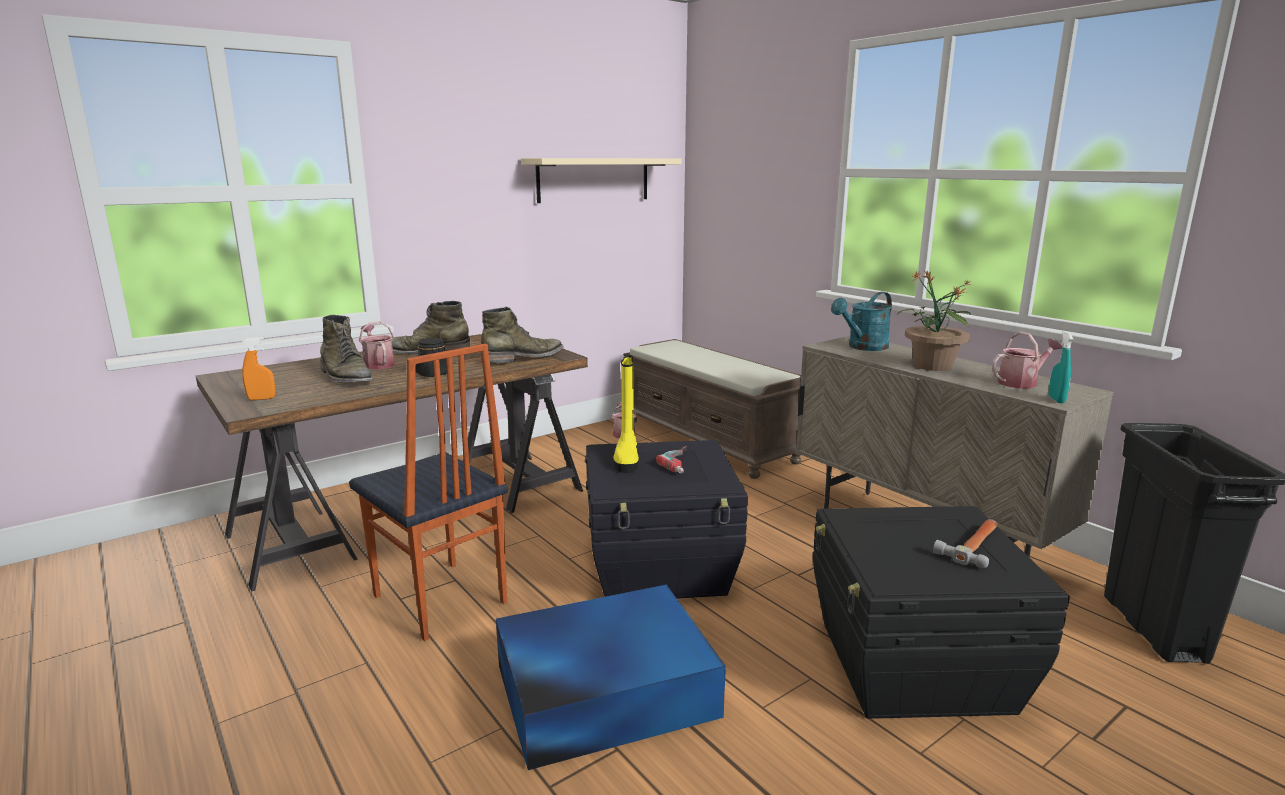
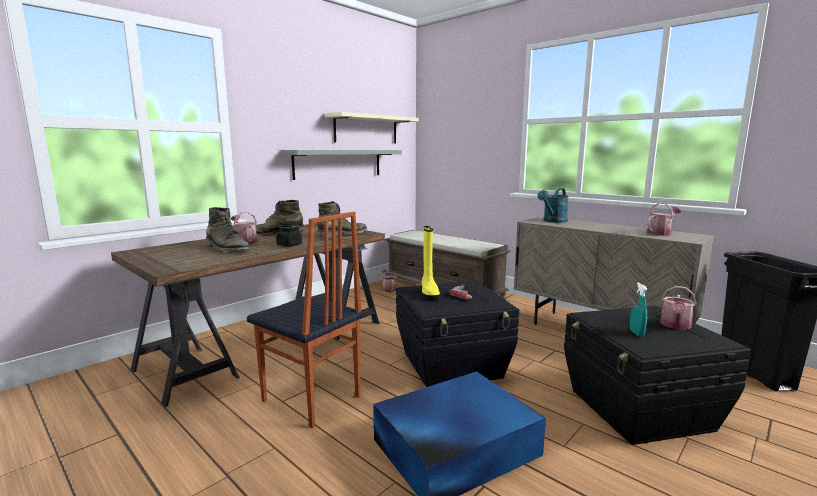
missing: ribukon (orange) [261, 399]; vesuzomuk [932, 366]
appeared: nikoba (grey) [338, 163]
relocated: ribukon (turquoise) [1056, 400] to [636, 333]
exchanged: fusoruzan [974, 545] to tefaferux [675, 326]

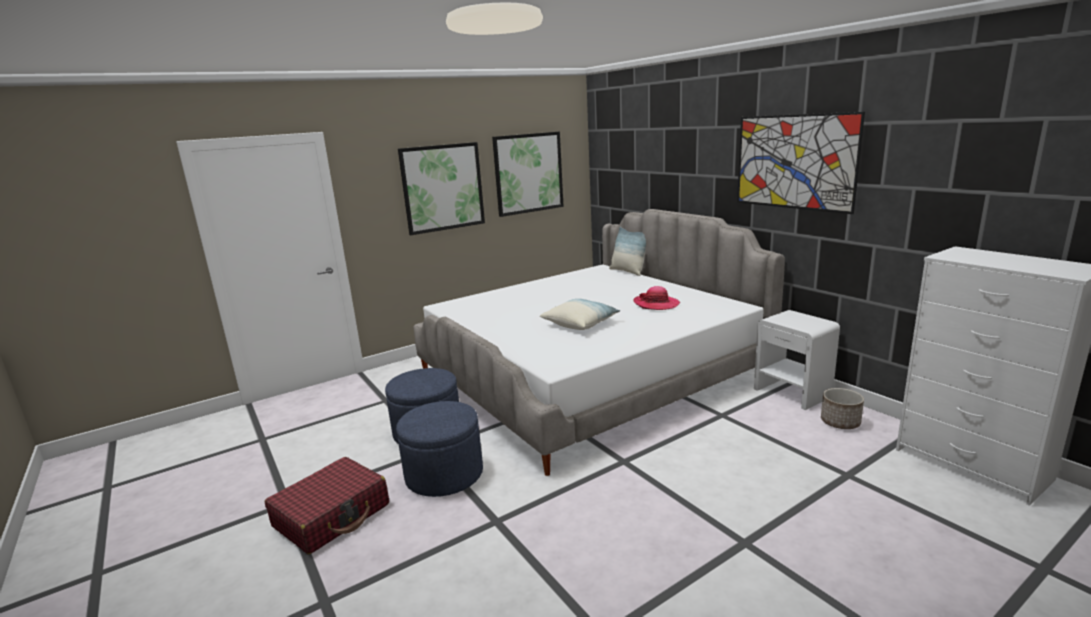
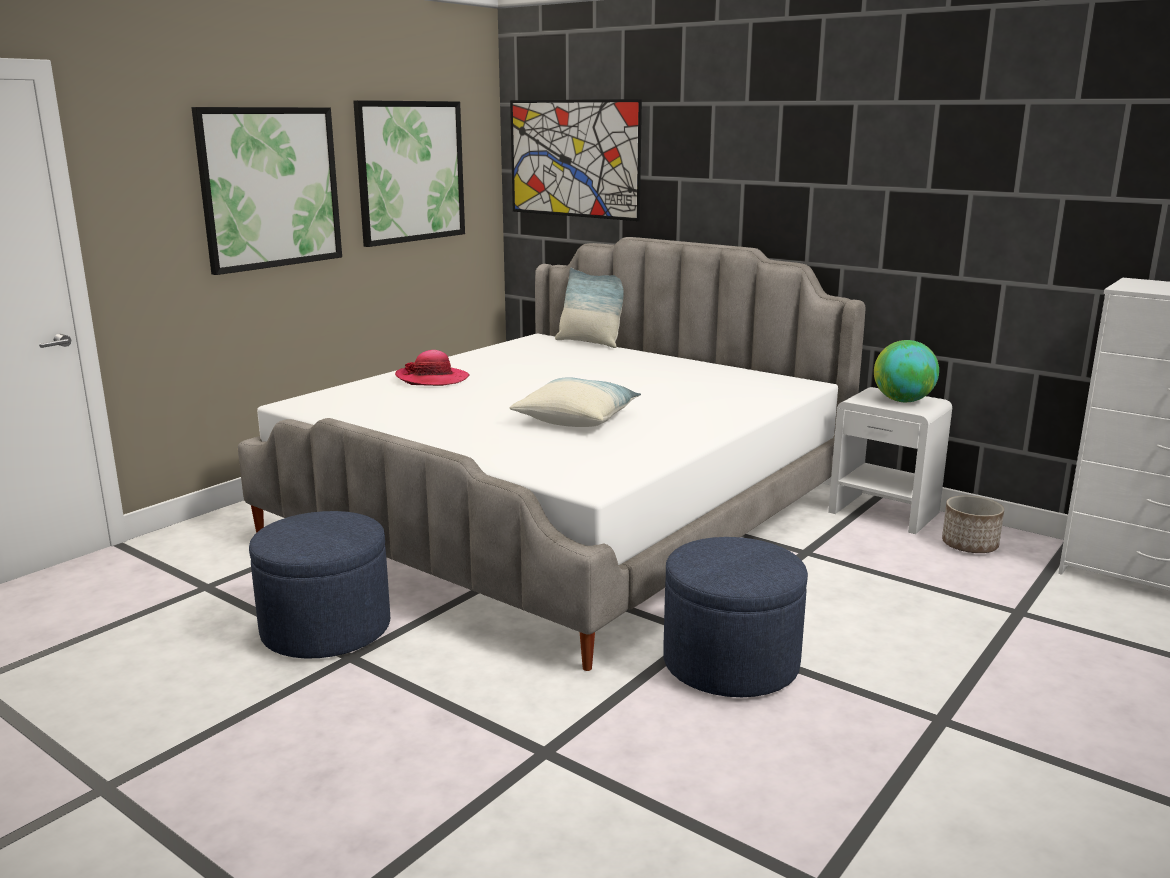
missing: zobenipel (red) [332, 515]
appeared: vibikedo [902, 401]
relocated: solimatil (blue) [444, 474] to [730, 663]; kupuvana [656, 304] to [432, 379]; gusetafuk [794, 162] to [573, 158]

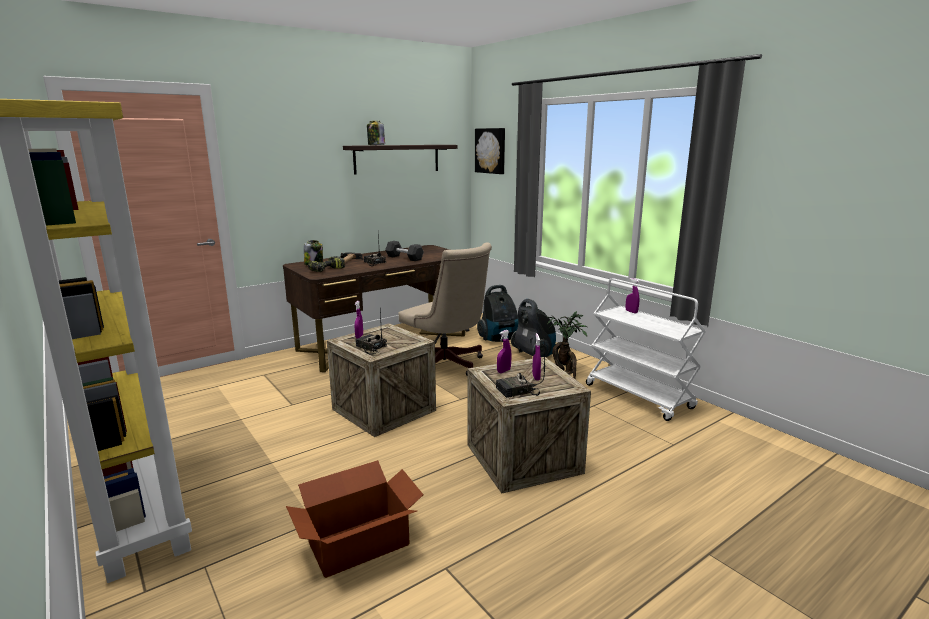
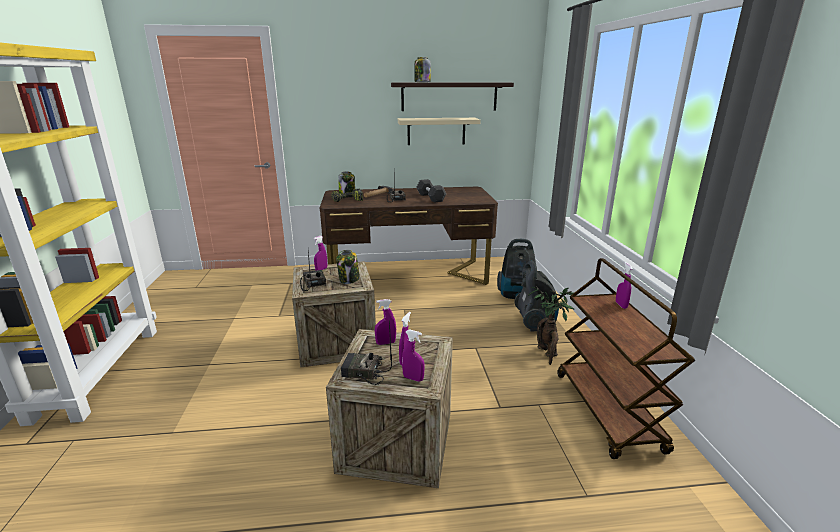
missing: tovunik [357, 543]; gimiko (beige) [447, 365]; gusetafuk [491, 151]
appeared: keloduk [349, 280]; nikoba (beige) [436, 131]; ribukon (purple) [413, 378]
colour: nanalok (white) [639, 396] to nanalok (brown) [608, 412]

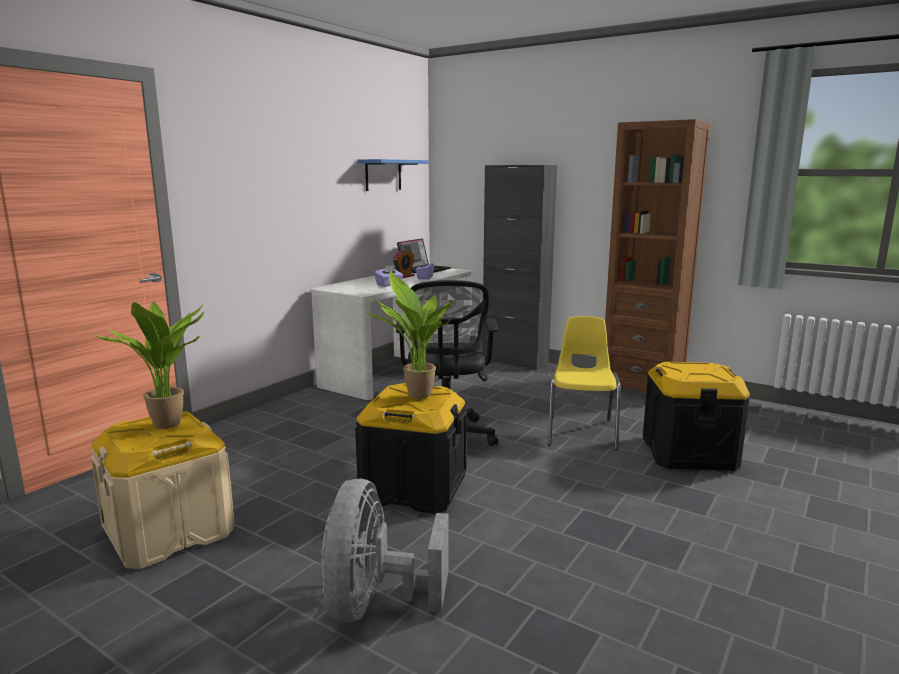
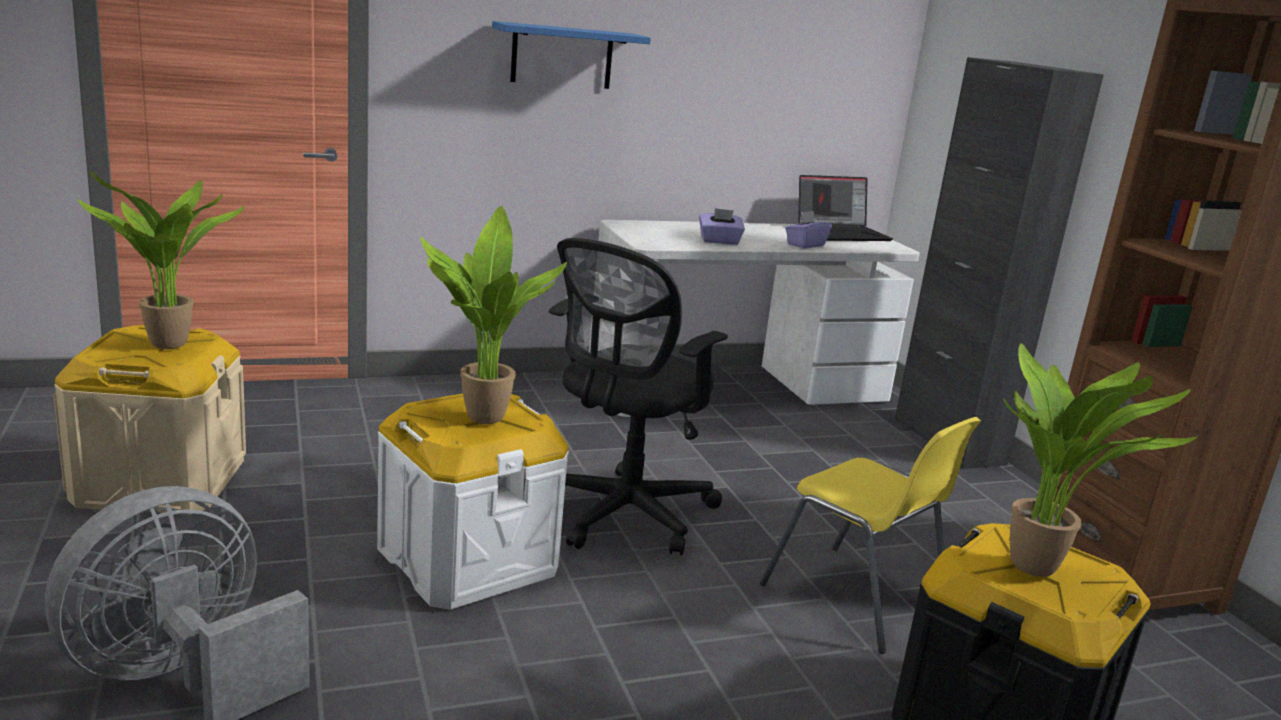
missing: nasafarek [404, 276]
appeared: vesuzomuk [1041, 569]
relocated: nikoba (blue) [383, 175] to [562, 56]
colour: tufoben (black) [414, 488] to tufoben (white) [468, 560]
spun: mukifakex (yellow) [581, 432] = [856, 599] 90 degrees clockwise

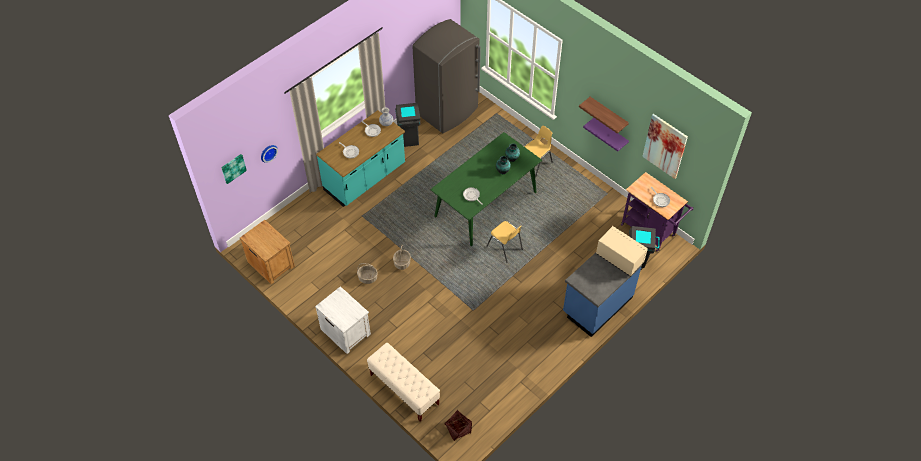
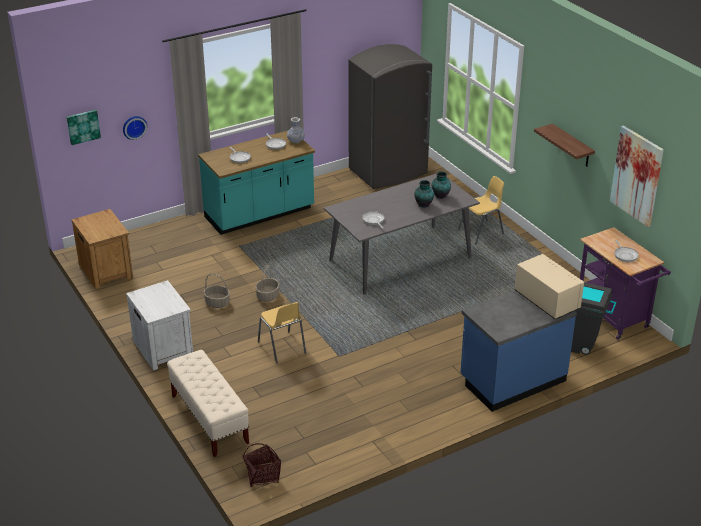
missing: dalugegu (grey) [409, 139]; nikoba (purple) [610, 134]
relocated: mukifakex (yellow) [505, 248] to [282, 348]
colour: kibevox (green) [485, 204] to kibevox (grey) [400, 259]

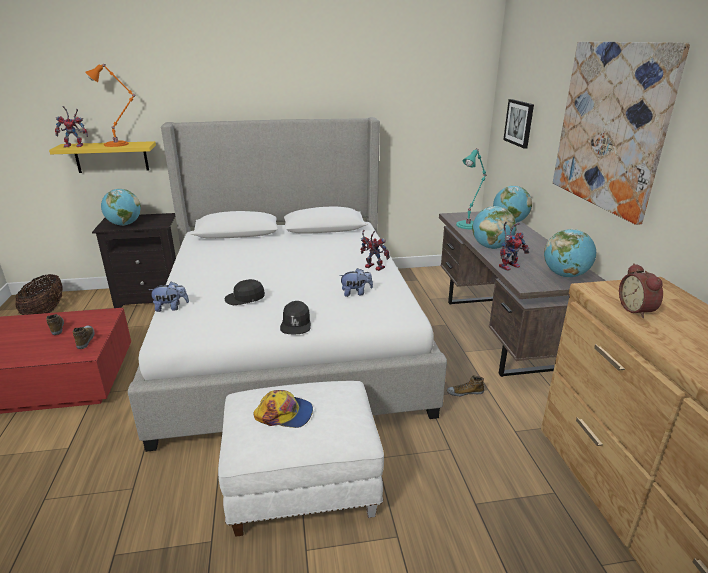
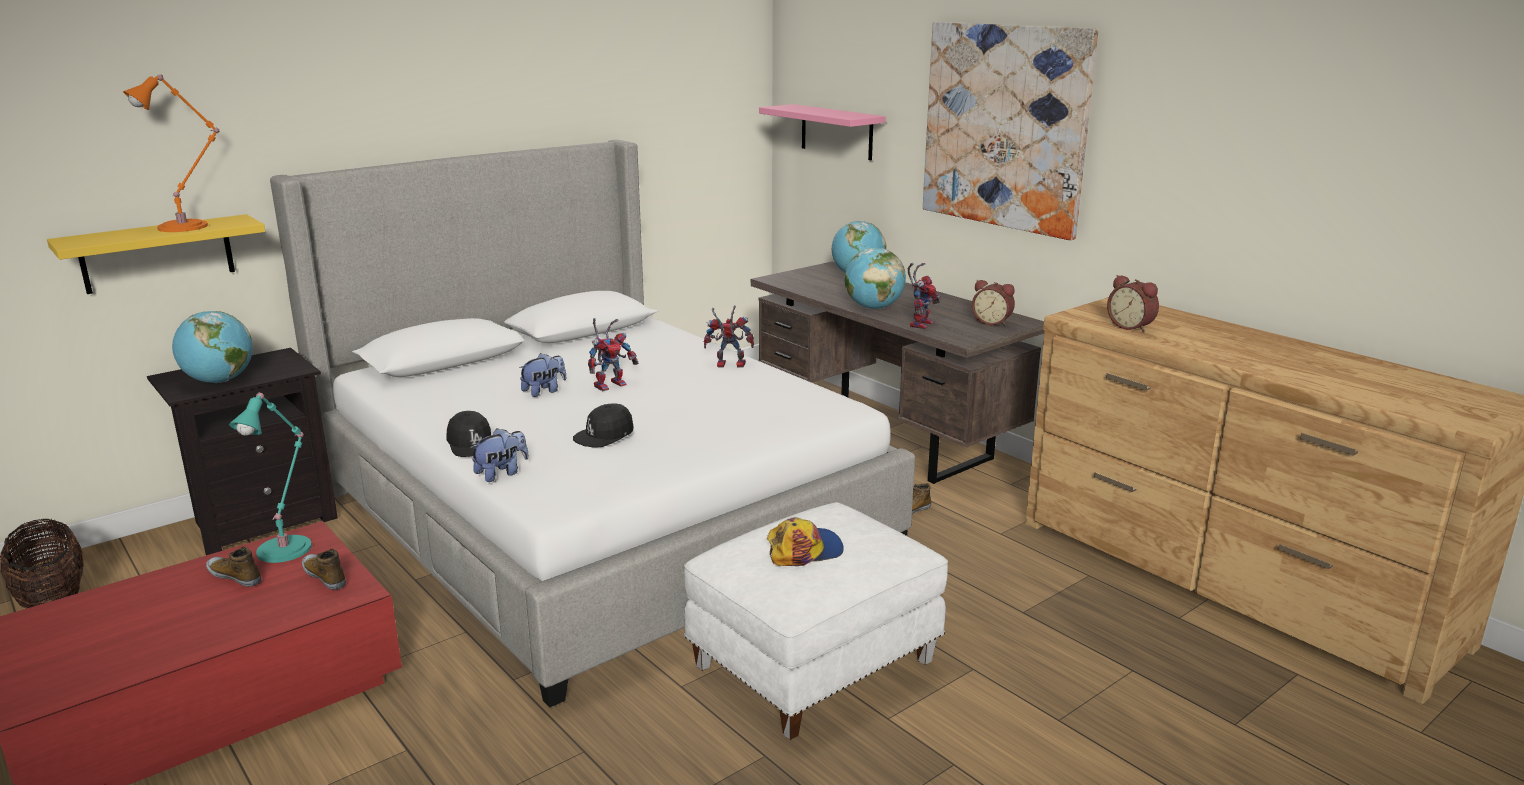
relocated: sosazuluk [76, 146] to [611, 384]; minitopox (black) [296, 323] to [472, 444]; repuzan [356, 293] to [544, 391]; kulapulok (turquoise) [469, 225] to [287, 547]
exchanged: gusetafuk [519, 123] to nikoba (pink) [836, 132]; vibikedo [565, 275] to nasafarek [992, 322]

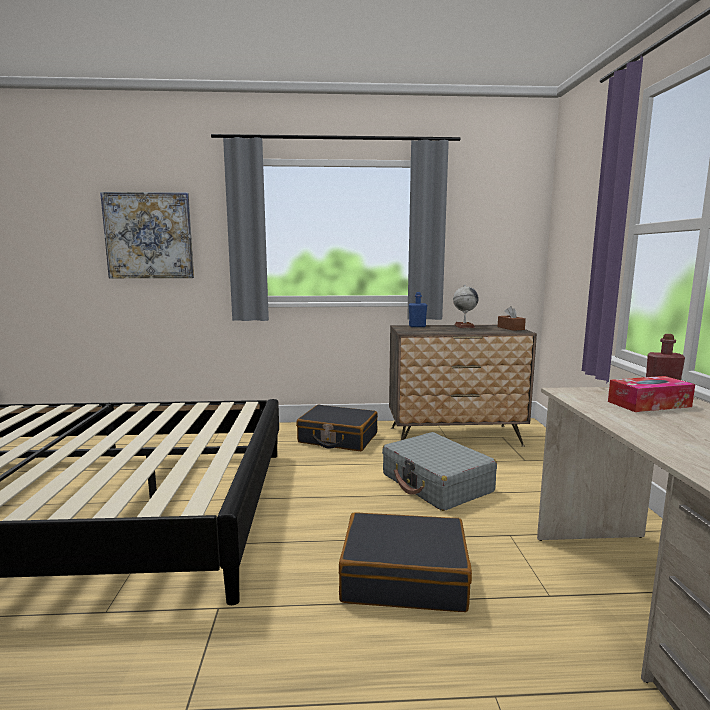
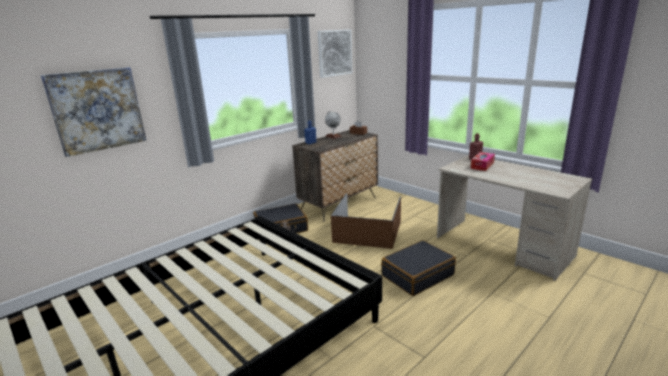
appeared: gusetafuk [334, 53]
exchanged: zobenipel (grey) [436, 483] to tufoben (brown) [368, 232]

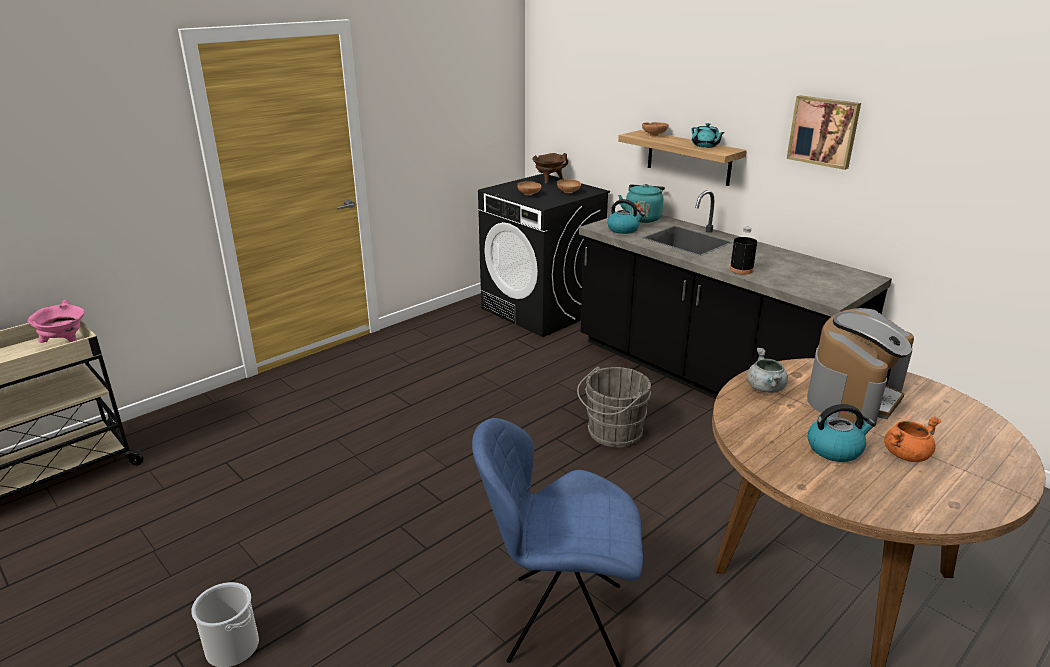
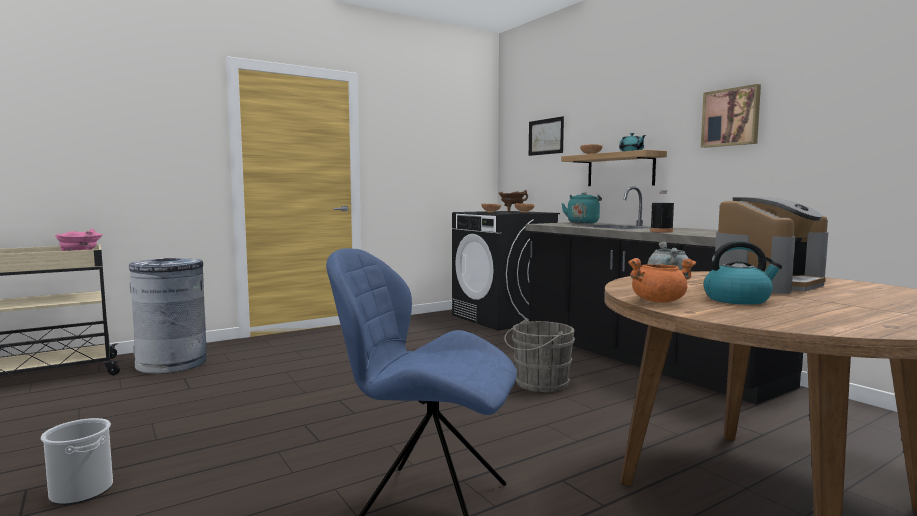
missing: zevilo [623, 229]
appeared: dalugegu (grey) [172, 364]; gusetafuk [546, 136]
relocated: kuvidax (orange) [906, 454] to [658, 301]

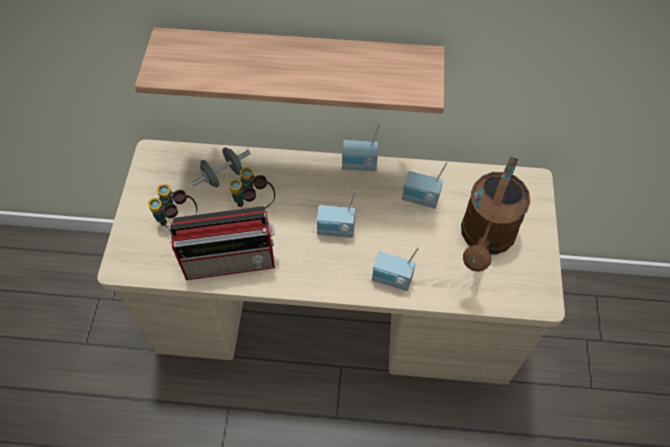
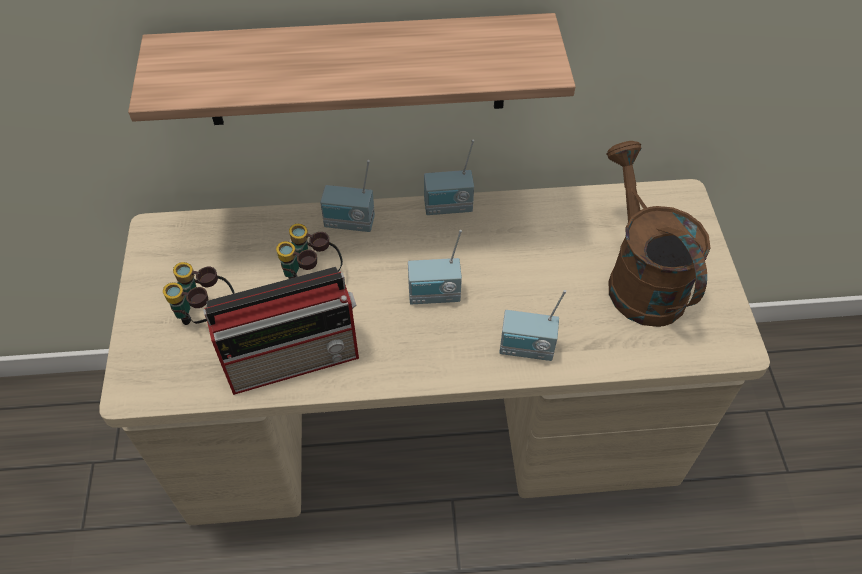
missing: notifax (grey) [223, 176]
relocated: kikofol [420, 199] to [349, 224]
spun: tefaferux (brown) [485, 239] = [639, 278] 150 degrees clockwise

